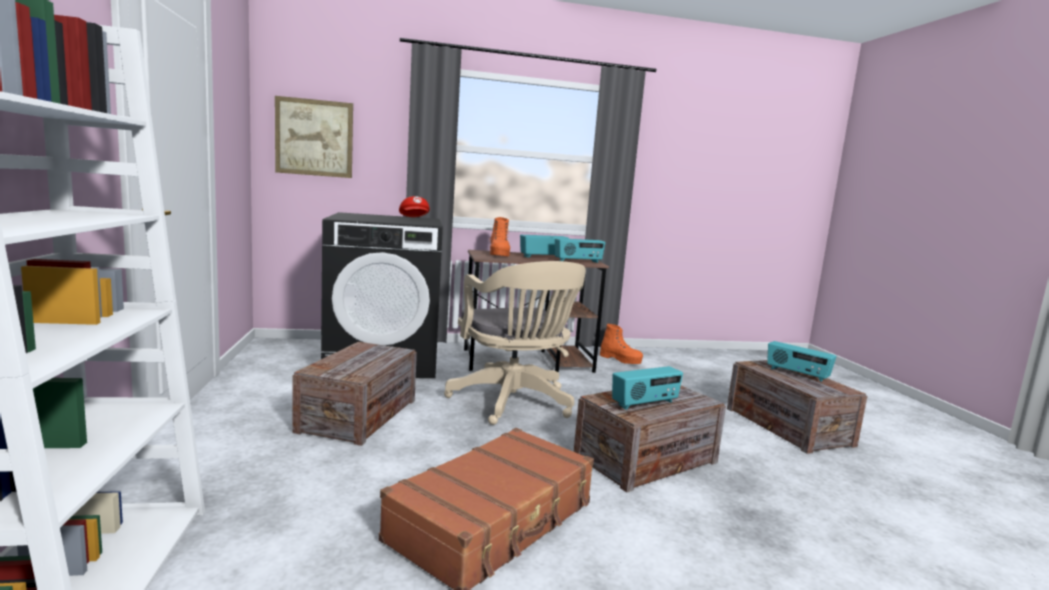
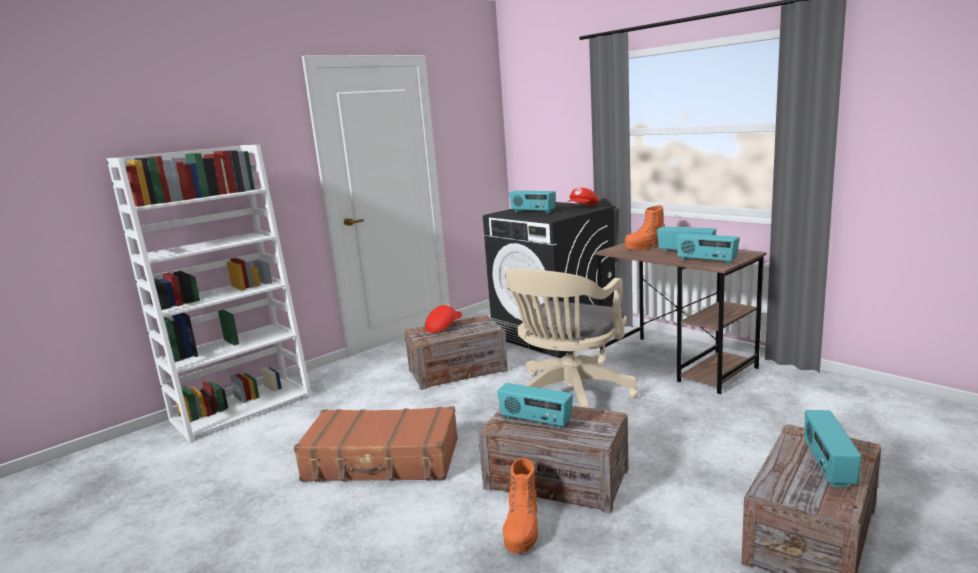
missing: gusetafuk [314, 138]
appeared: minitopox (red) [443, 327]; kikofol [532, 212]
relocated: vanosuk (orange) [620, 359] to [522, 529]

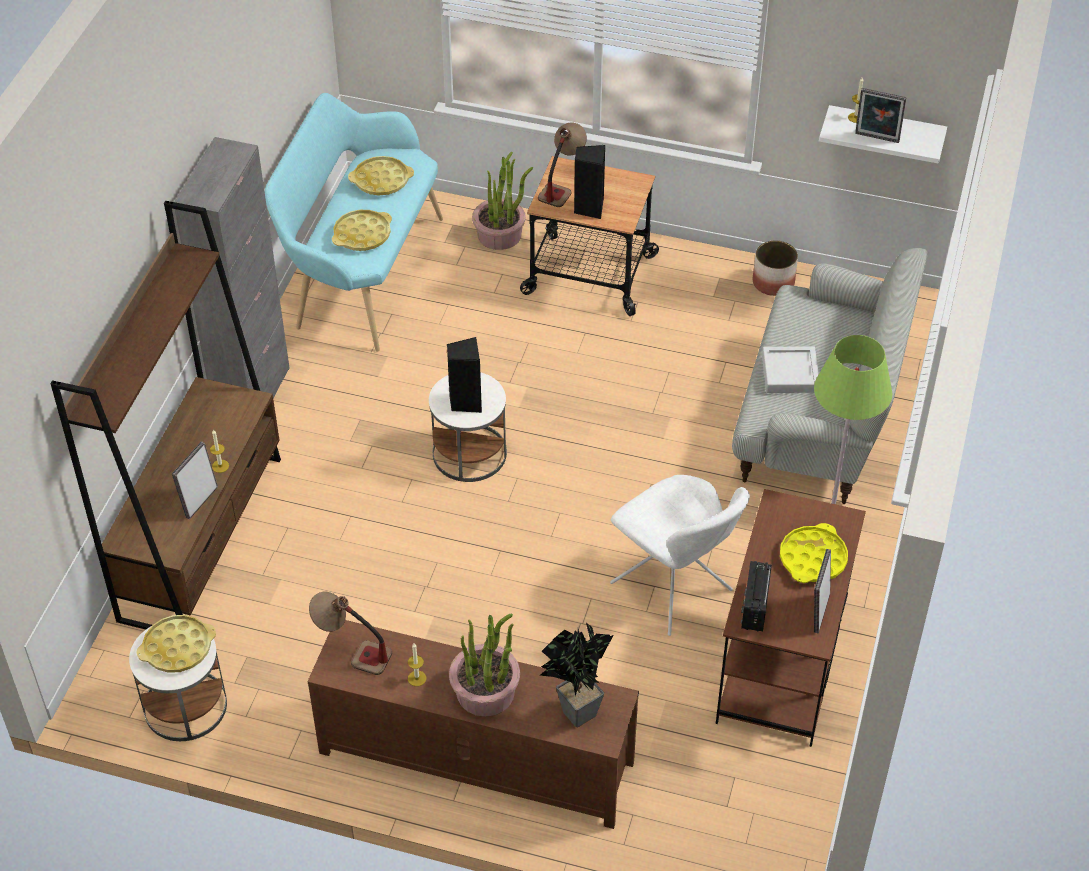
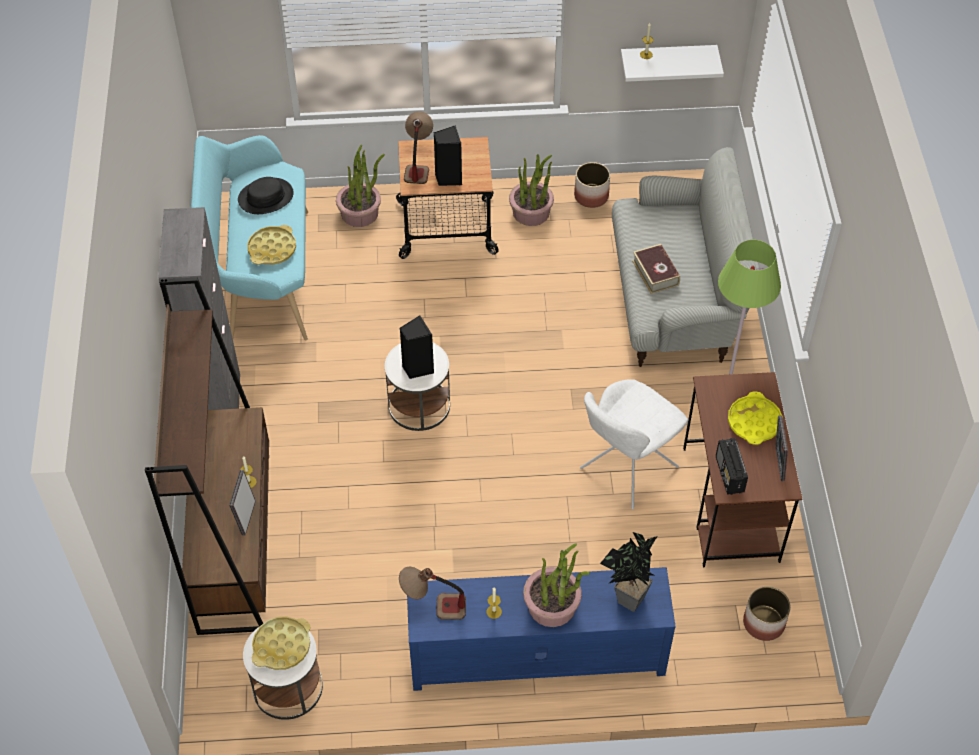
missing: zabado [876, 139]
appeared: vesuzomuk [531, 212]; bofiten [764, 622]
exchanged: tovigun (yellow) [381, 180] to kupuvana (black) [266, 197]; tovigun (grey) [790, 374] to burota [655, 273]
colour: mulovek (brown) [475, 757] to mulovek (blue) [536, 654]
spun: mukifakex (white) [674, 590] = [626, 470] 105 degrees clockwise

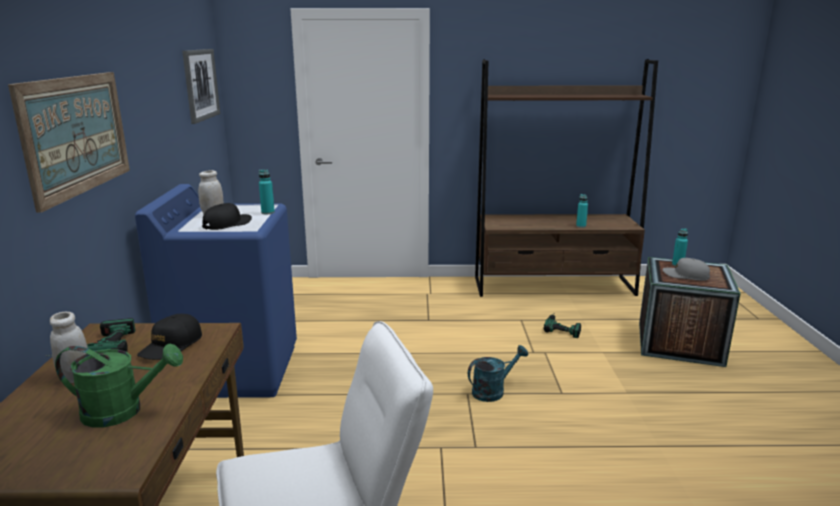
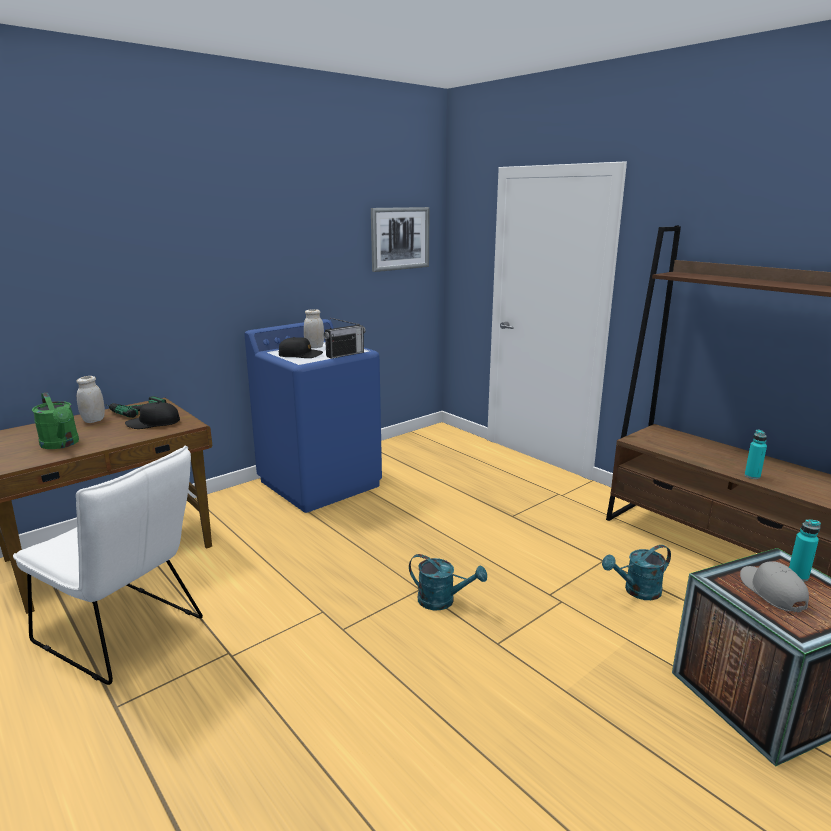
missing: gusetafuk [76, 134]
exchanged: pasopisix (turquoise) [268, 212] to kikofol [345, 354]; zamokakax [563, 326] to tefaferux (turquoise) [637, 591]

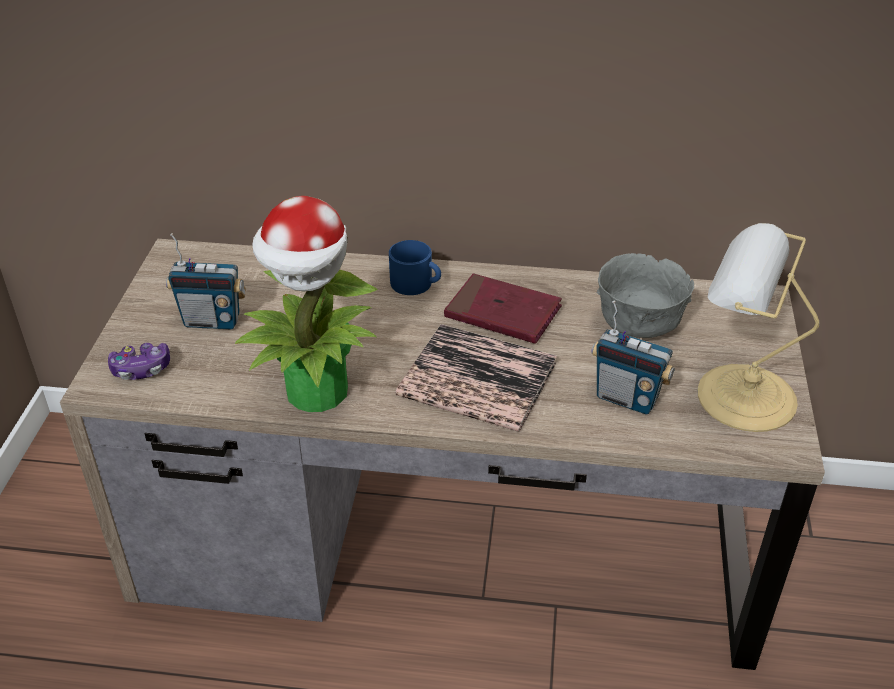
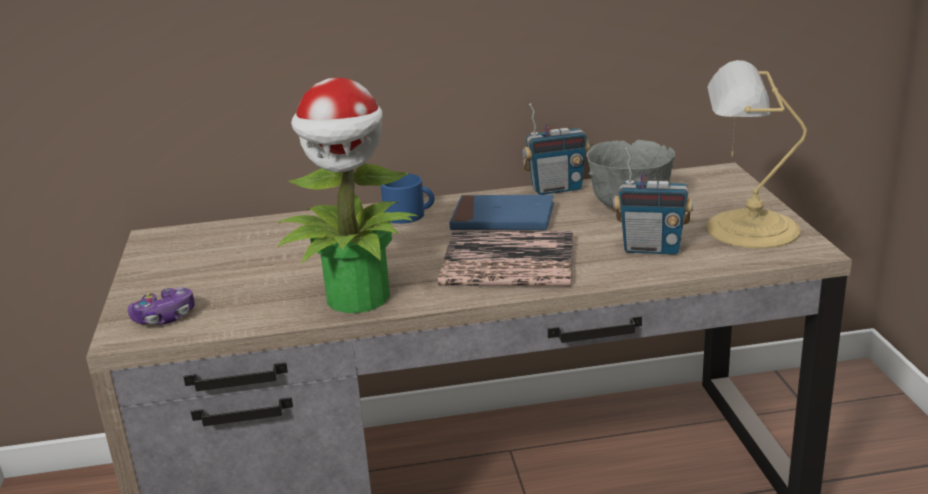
relocated: kikofol [212, 321] to [556, 189]
colour: burota (red) [502, 313] to burota (blue) [502, 218]

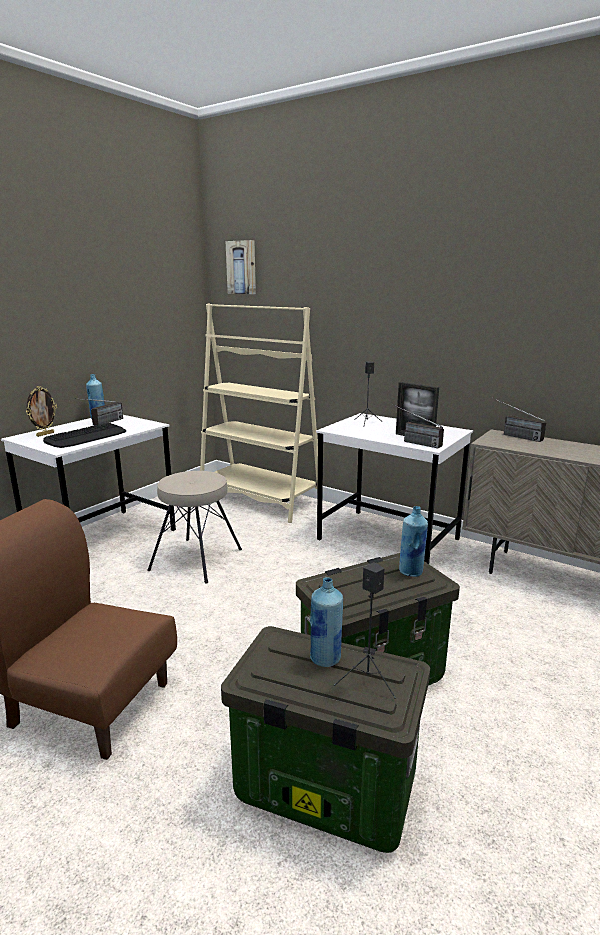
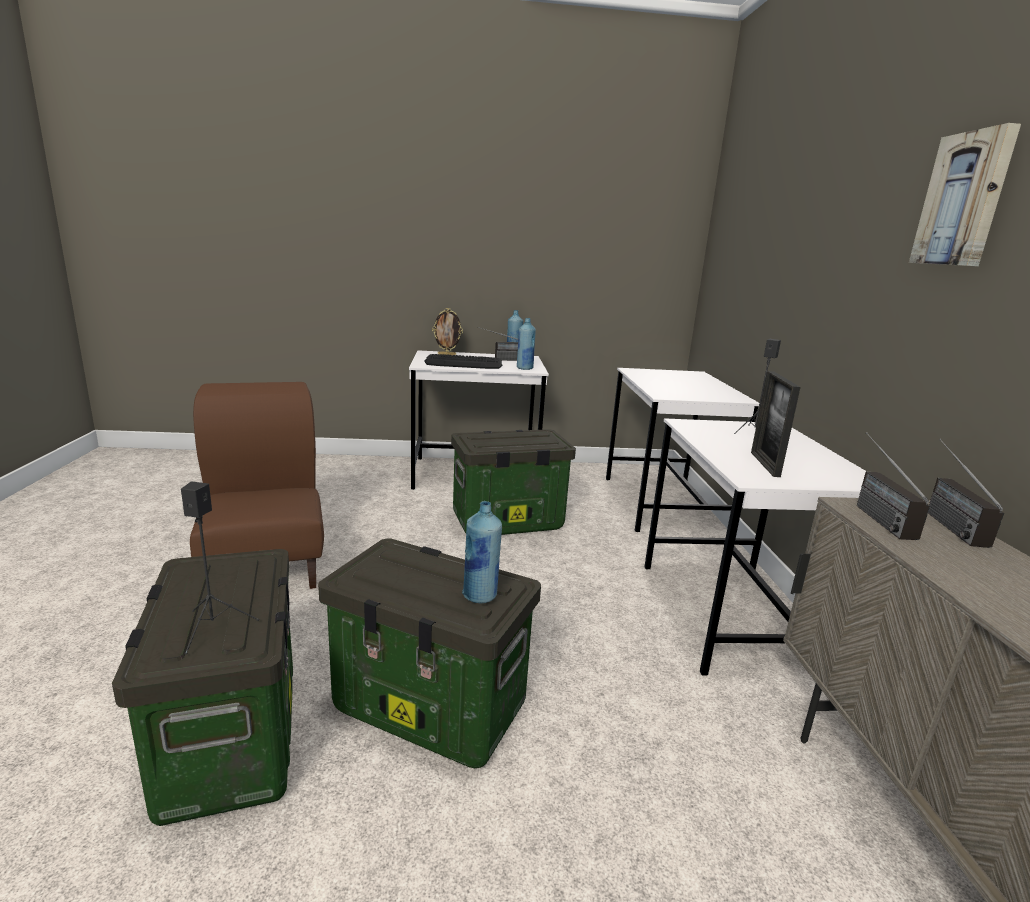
relocated: gusetafuk [242, 267] to [965, 200]; pasopisix (blue) [325, 658] to [524, 368]; kikofol [413, 442] to [871, 513]
exchanged: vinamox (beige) [197, 559] to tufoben [506, 522]; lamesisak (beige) [259, 499] to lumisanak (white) [664, 505]

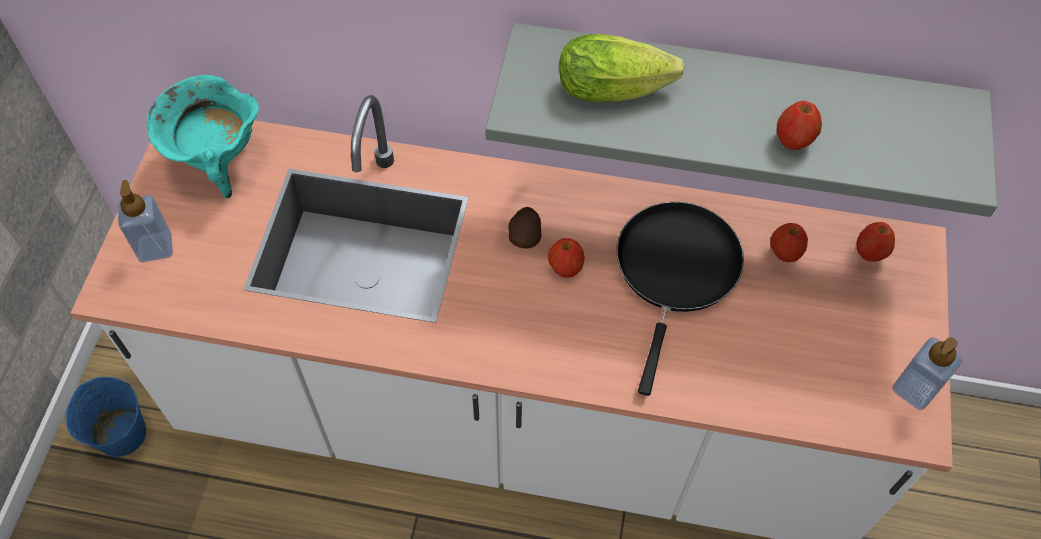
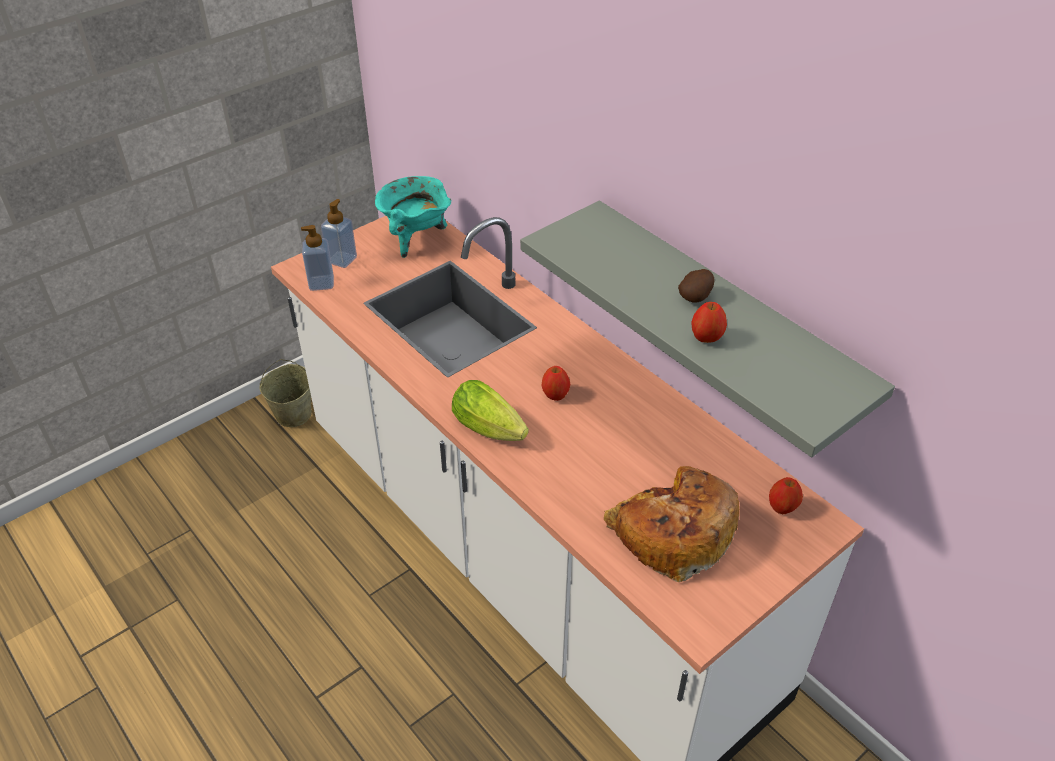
missing: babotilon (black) [676, 271]; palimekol [784, 253]
appeared: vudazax [672, 531]
relocated: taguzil [525, 235] to [696, 296]; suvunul [619, 88] to [491, 429]; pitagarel [914, 389] to [321, 283]
colour: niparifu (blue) [121, 433] to niparifu (beige) [294, 414]

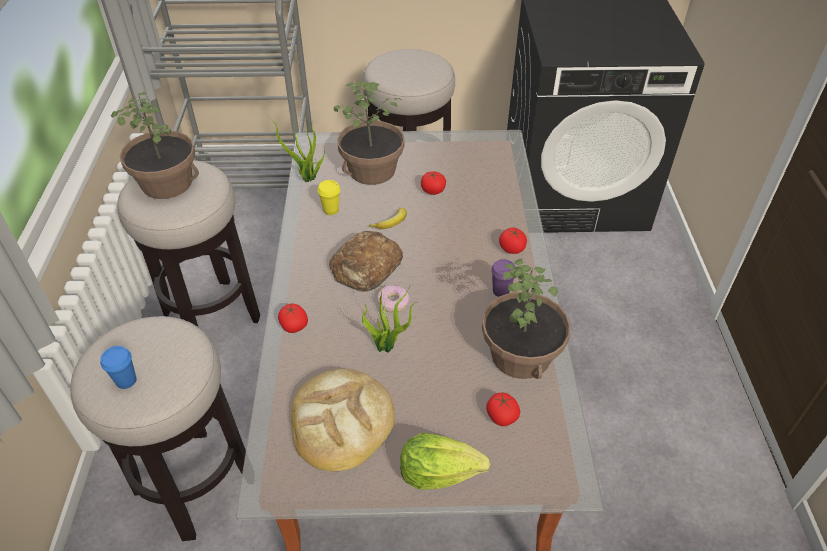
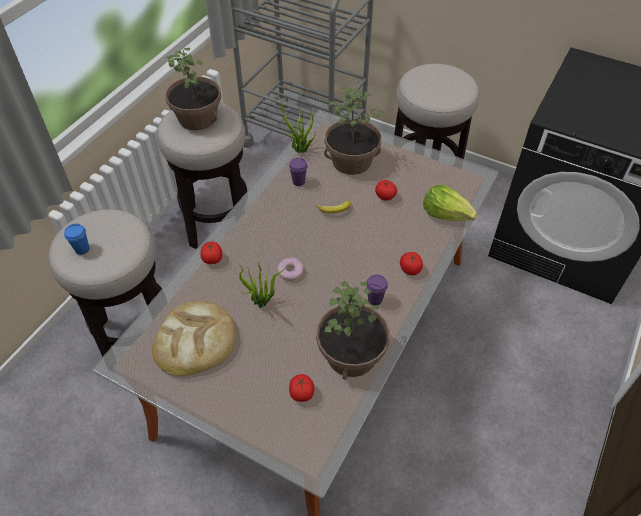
missing: vudazax [366, 267]
relocated: suvunul [439, 471] to [446, 214]
colour: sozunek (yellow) [331, 210] to sozunek (purple) [298, 181]

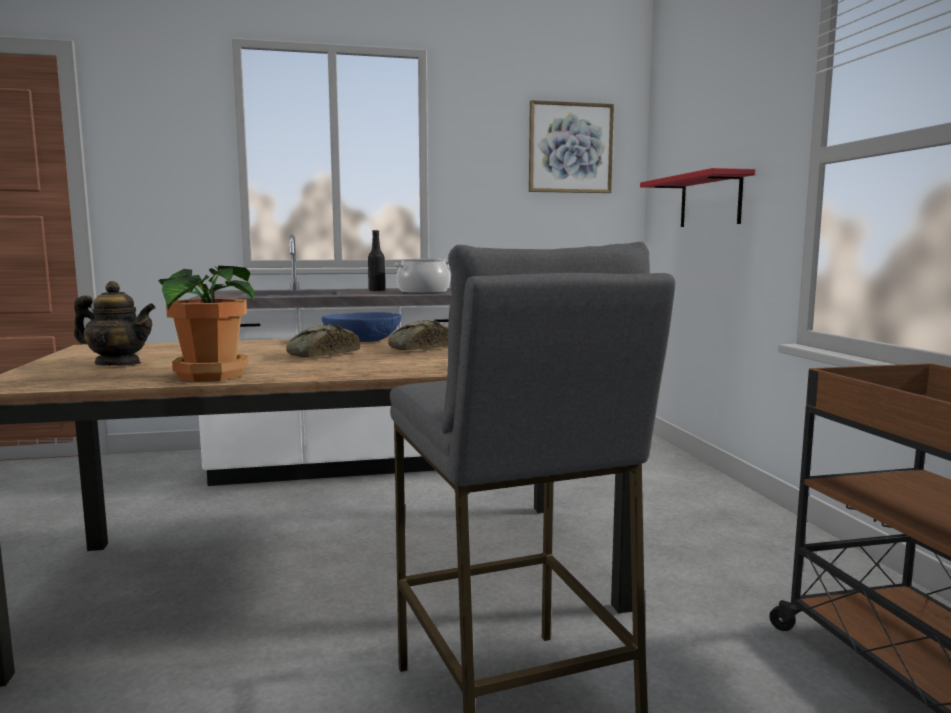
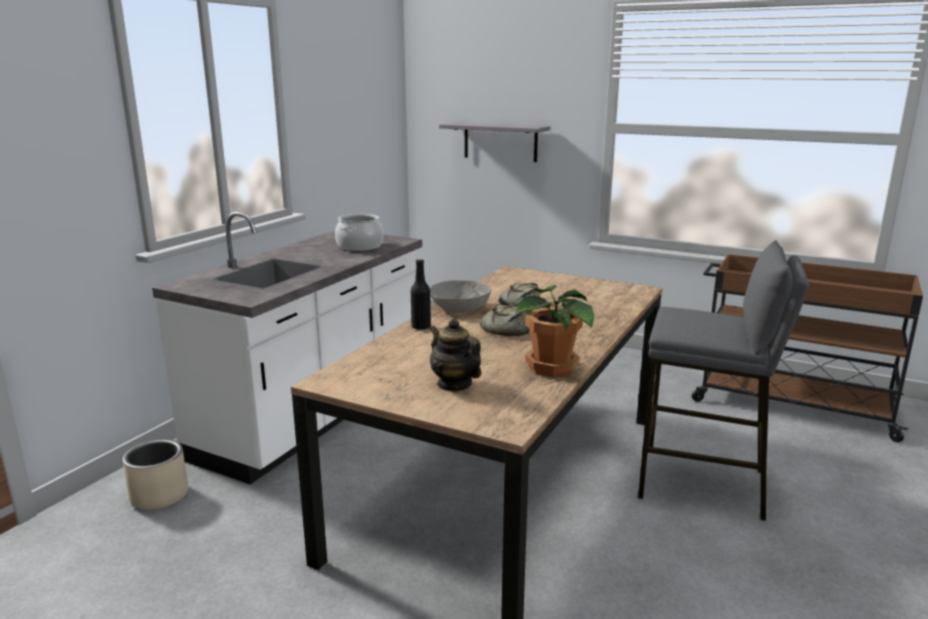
missing: gusetafuk [570, 148]
appeared: bofiten (beige) [160, 495]
relocated: pasopisix (black) [377, 290] to [421, 327]
colour: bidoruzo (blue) [363, 340] to bidoruzo (grey) [459, 308]; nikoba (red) [710, 201] to nikoba (grey) [500, 142]
spun: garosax [118, 364] = [454, 384] 90 degrees counterclockwise

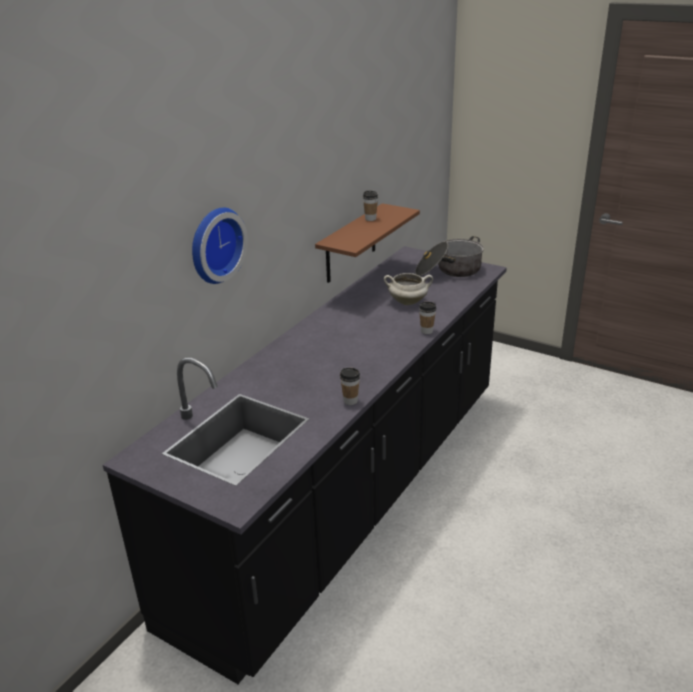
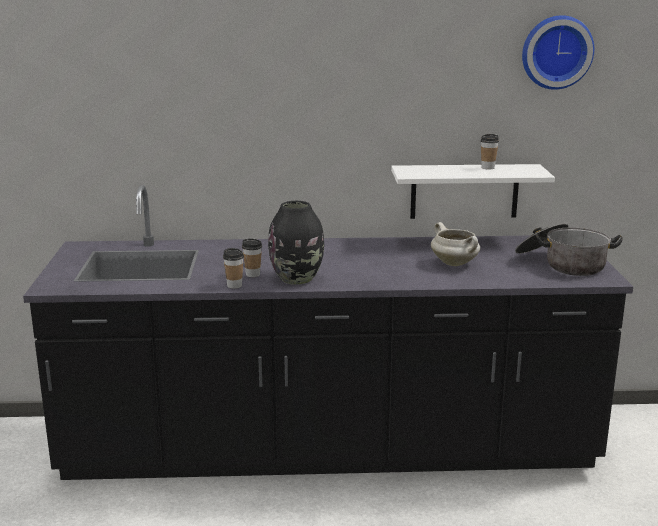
appeared: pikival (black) [297, 279]
relocated: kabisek [214, 244] to [556, 52]; sozunek [426, 331] to [253, 274]
colour: nikoba (brown) [351, 244] to nikoba (white) [464, 191]

